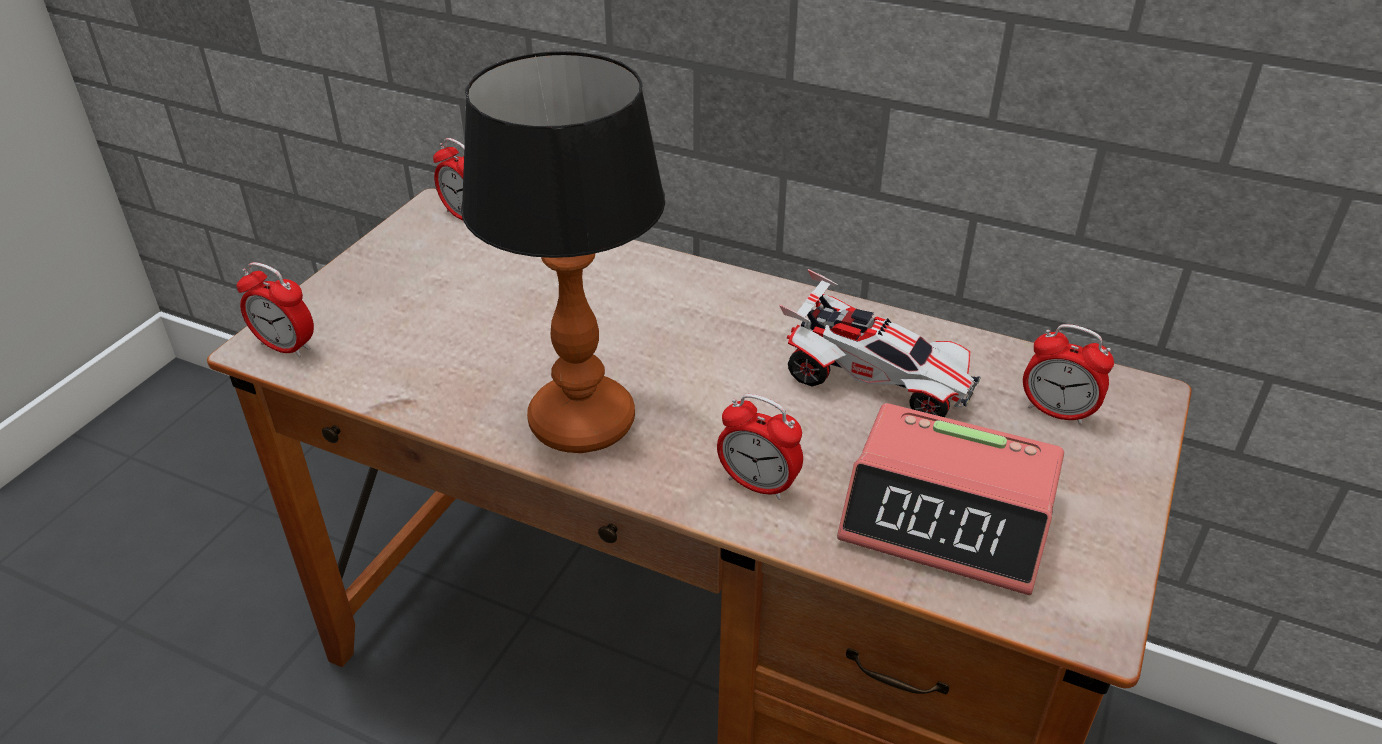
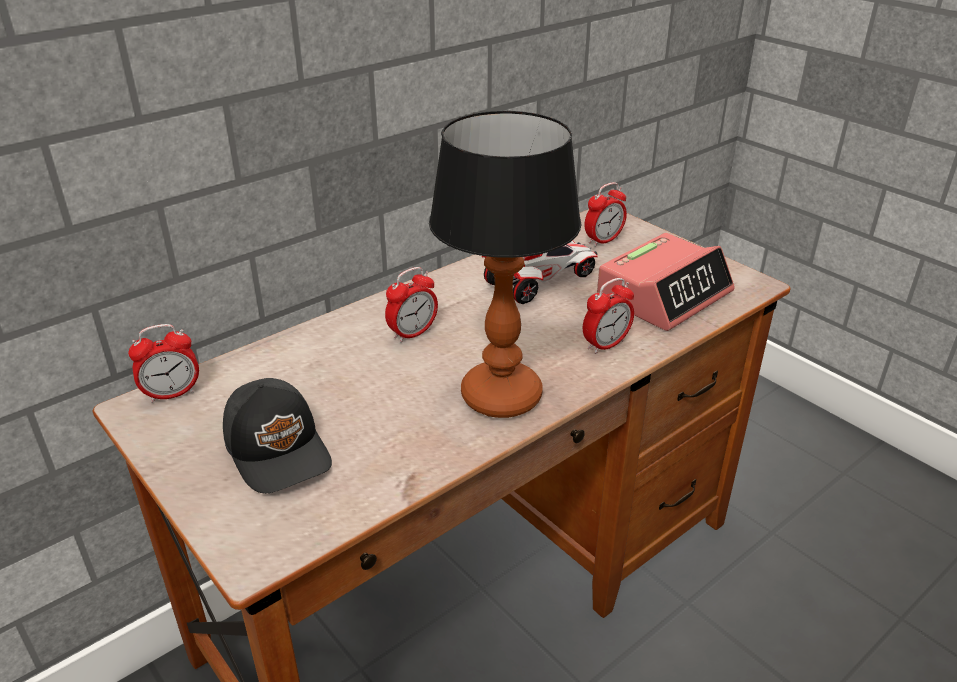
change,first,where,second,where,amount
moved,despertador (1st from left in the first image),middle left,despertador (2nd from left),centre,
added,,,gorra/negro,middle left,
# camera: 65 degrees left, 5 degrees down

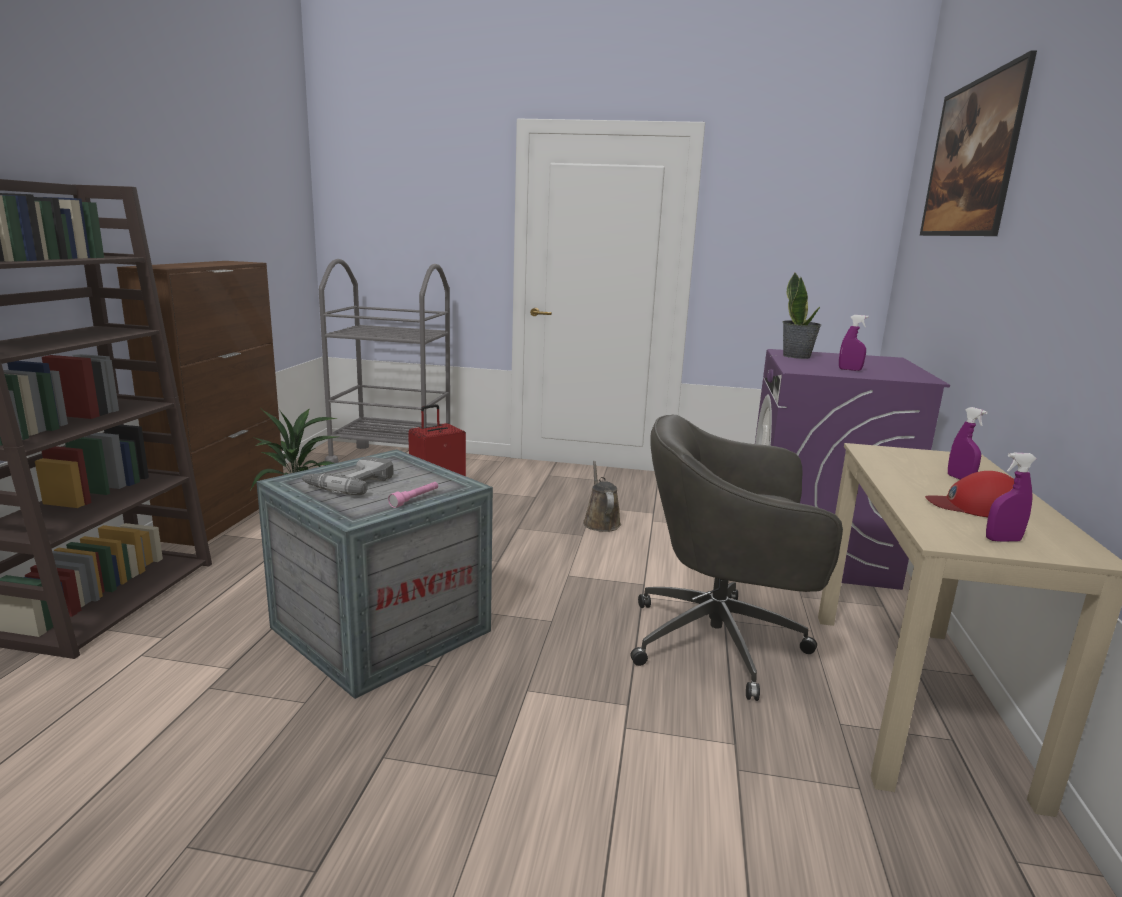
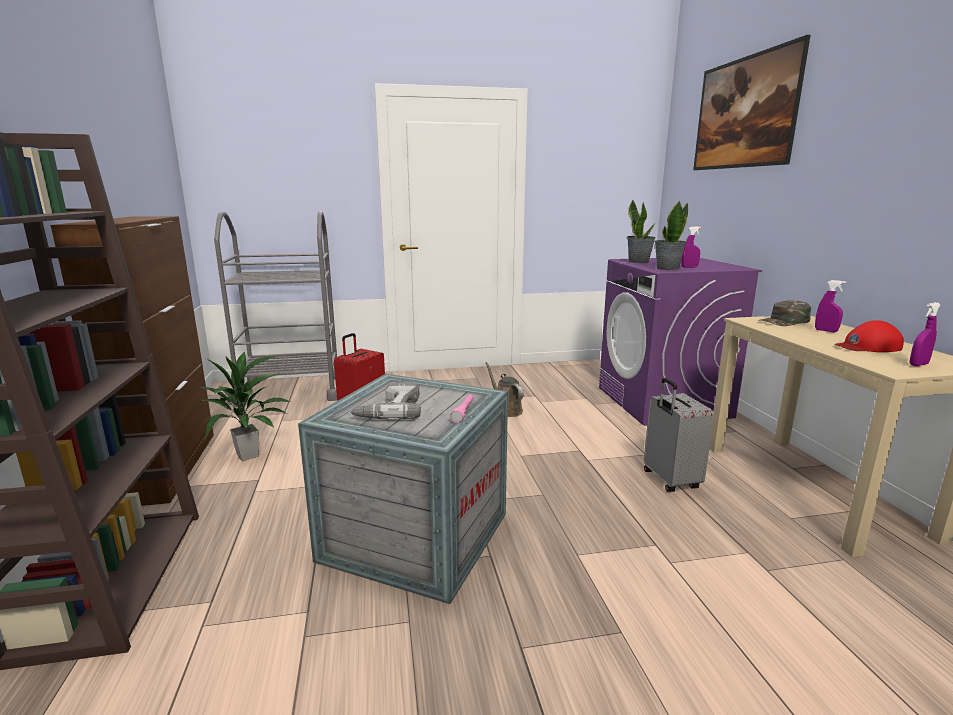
change,first,where,second,where,amount
replaced,silla de oficina/gris,centre,maleta/gris,middle right,
added,,,planta en maceta (3rd from left),top right,
added,,,gorra/verde,middle right,
# camera: 20 degrees left, 0 degrees up

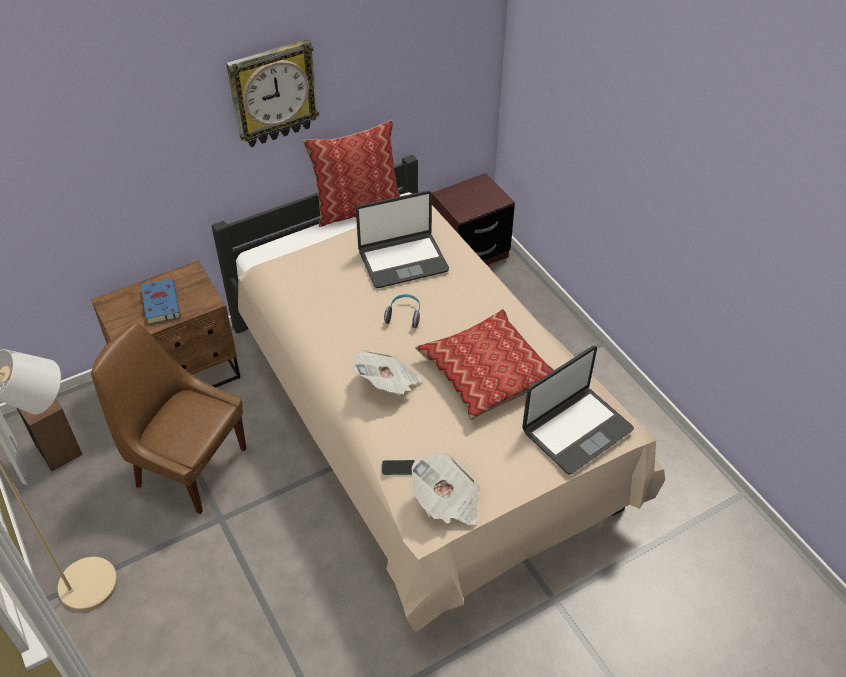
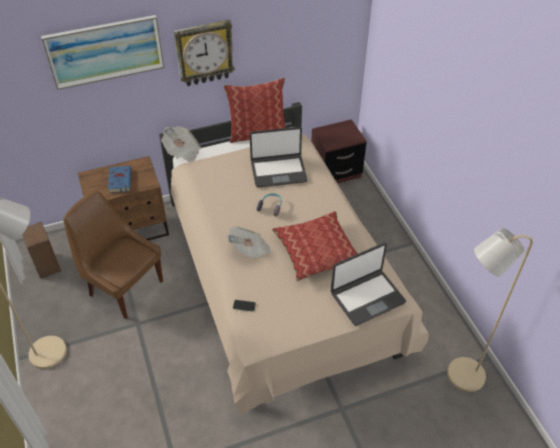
change,first,where,second,where,amount
moved,periódico (2nd from left in the first image),bottom centre,periódico (1st from left),top left,
added,,,cuadro,top left,
added,,,lámpara de pie/beis (2nd from left),bottom right,
# camera: 10 degrees right, 0 degrees up

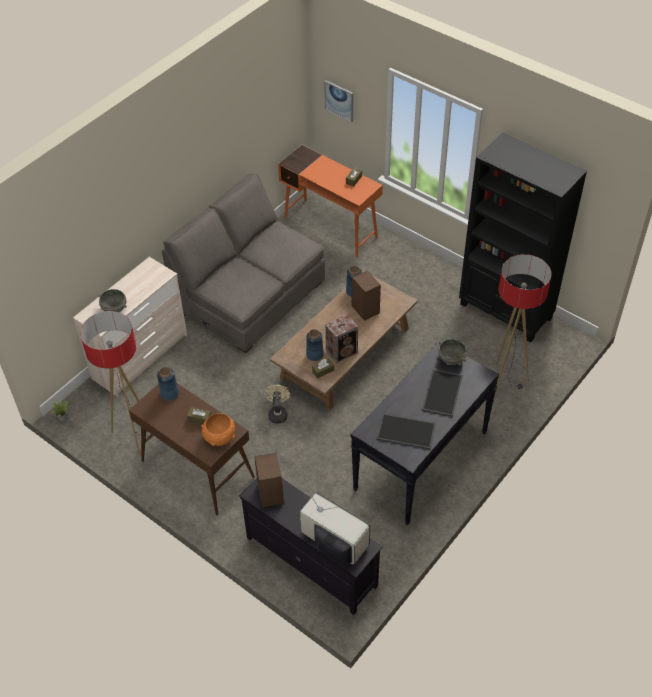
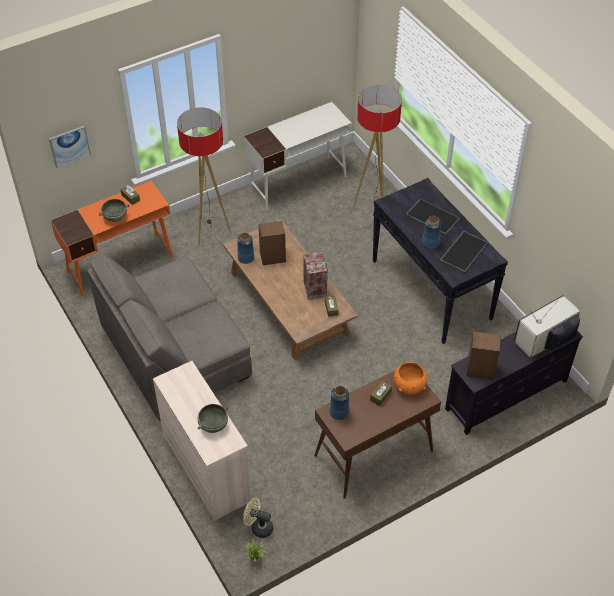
change,first,where,second,where,amount
moved,lámpara de pie (1st from left),middle left,,top left,
moved,ventilador/beis,centre,,bottom centre,
moved,florero/azul (2nd from left in the first image),centre,florero/azul (3rd from left),middle right,
moved,cuenco/gris (2nd from left in the first image),middle right,cuenco/gris (1st from left),middle left,
replaced,estantería/negro,middle right,escritorio/blanco,top centre,
# camera: 70 degrees left, 0 degrees up

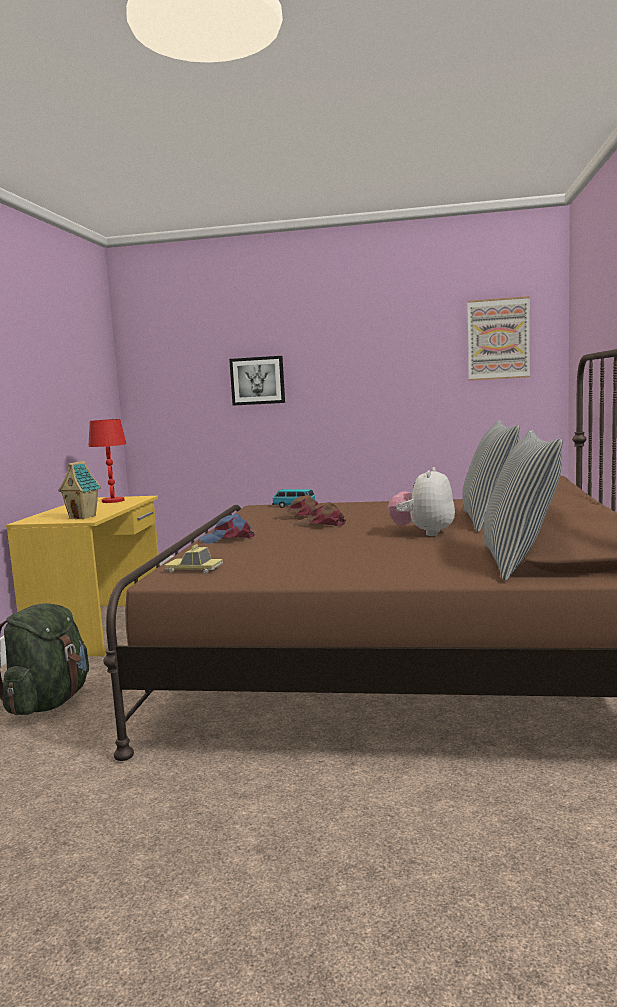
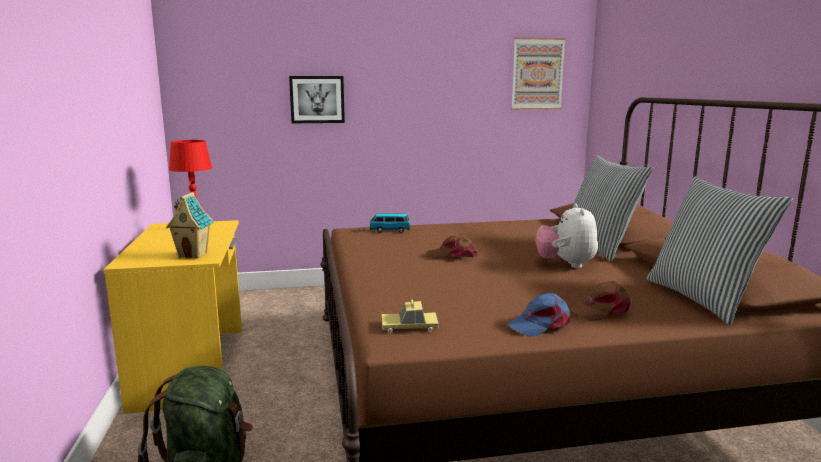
change,first,where,second,where,amount
moved,gorra/azul,centre,,bottom centre,
moved,gorra/marrón (1st from left in the first image),centre,gorra/marrón (2nd from left),middle right,
# camera: 20 degrees left, 5 degrees up

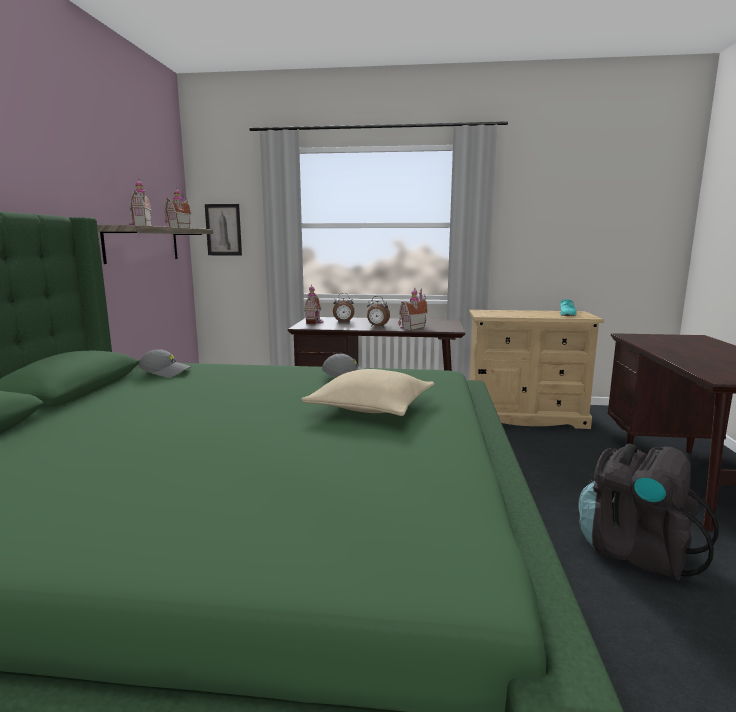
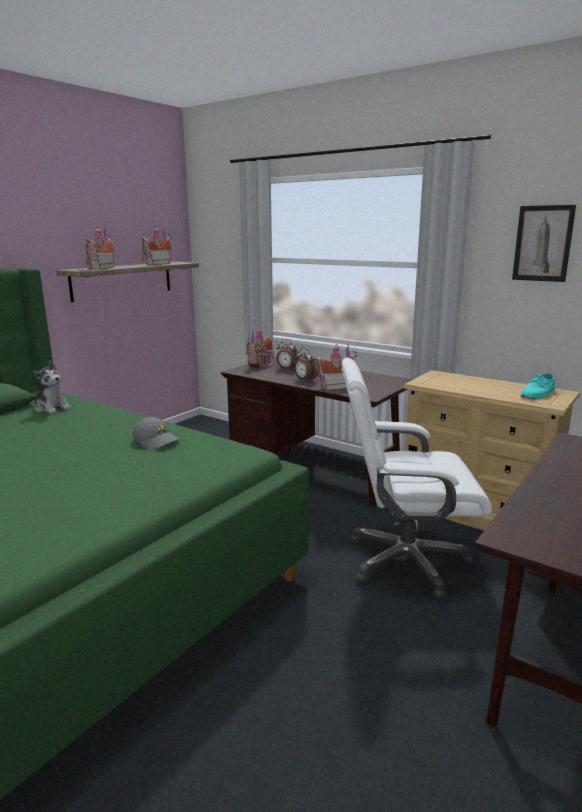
change,first,where,second,where,amount
replaced,gorra/gris (1st from left),middle left,peluche,middle left,
moved,cuadro,top left,,top right,
removed,cojín/beis,centre,,,
removed,mochila/negro,bottom right,,,
added,,,silla de oficina/blanco,middle right,
# camera: 30 degrees right, 5 degrees up

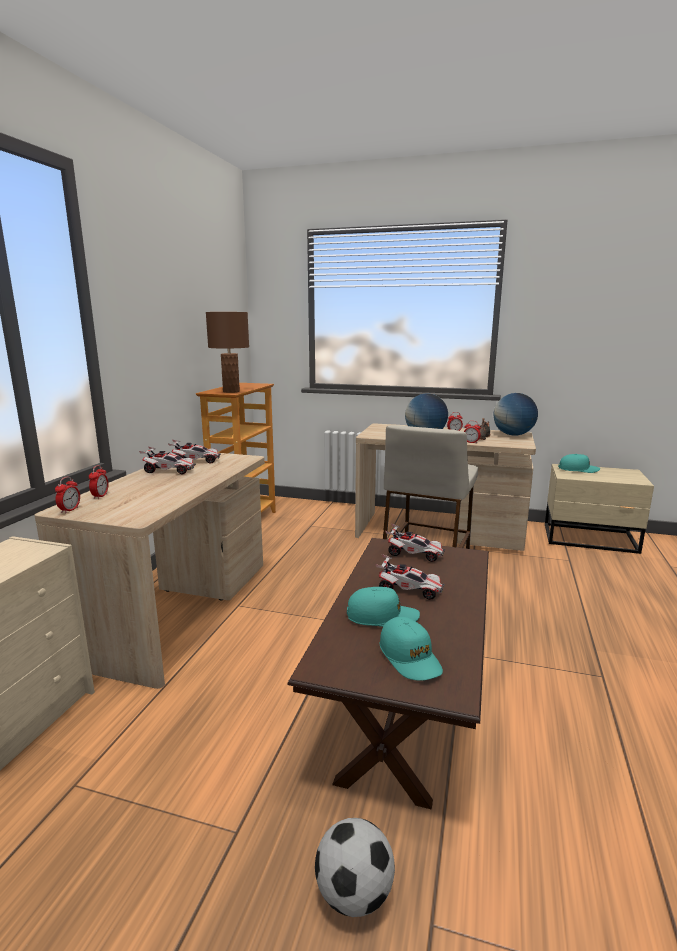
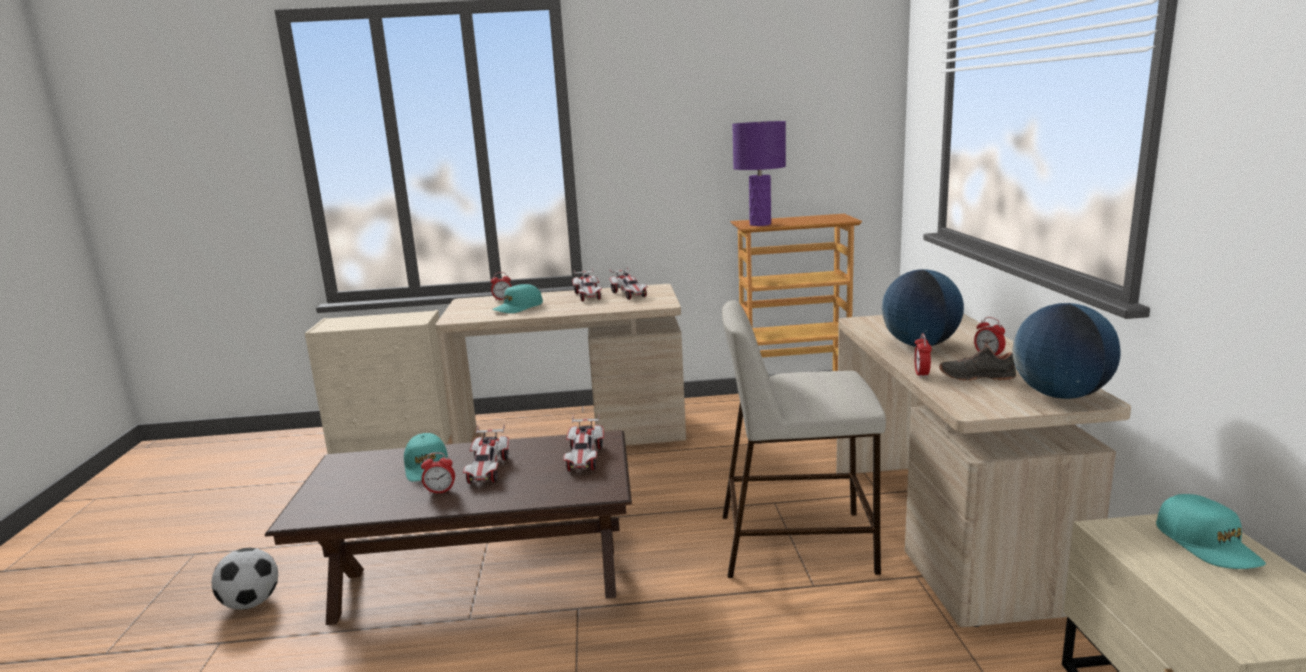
change,first,where,second,where,amount
moved,despertador (1st from left),middle left,,bottom centre,
recoloured,lámpara de mesa/marrón,centre,lámpara de mesa/morado,top centre,
moved,gorra/turquesa (2nd from left),bottom centre,,centre,
# camera: 70 degrees right, 0 degrees up

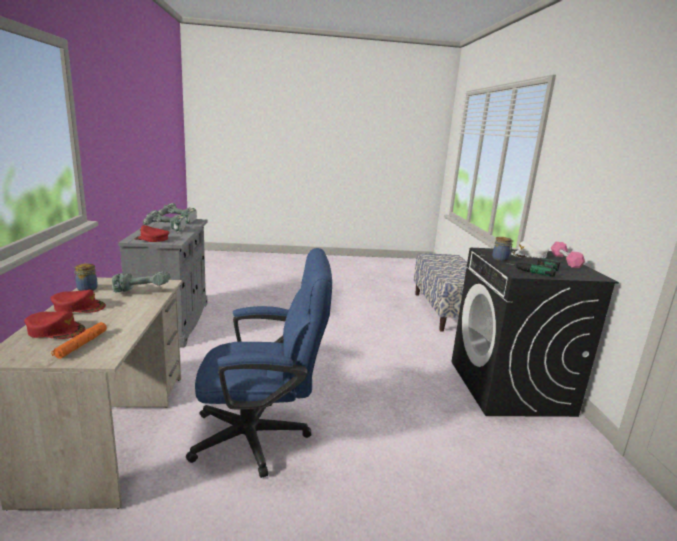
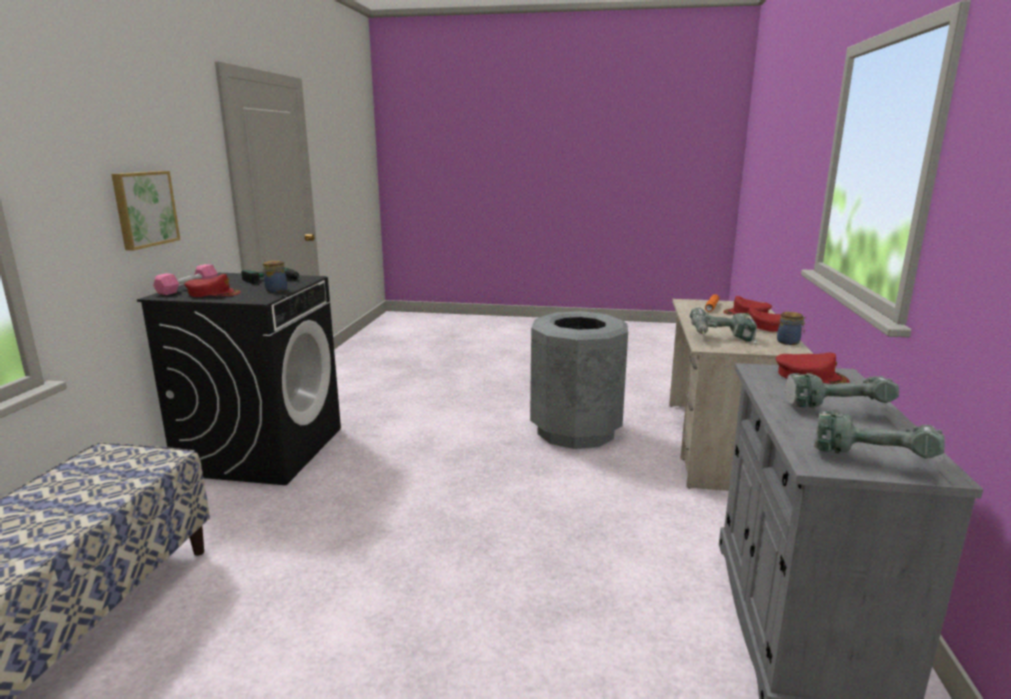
change,first,where,second,where,amount
replaced,silla de oficina/azul,bottom centre,papelera/gris,centre,
recoloured,gorra/blanco,middle right,gorra/rojo (1st from left),middle left,
added,,,cuadro,top left,
# camera: 165 degrees left, 0 degrees up

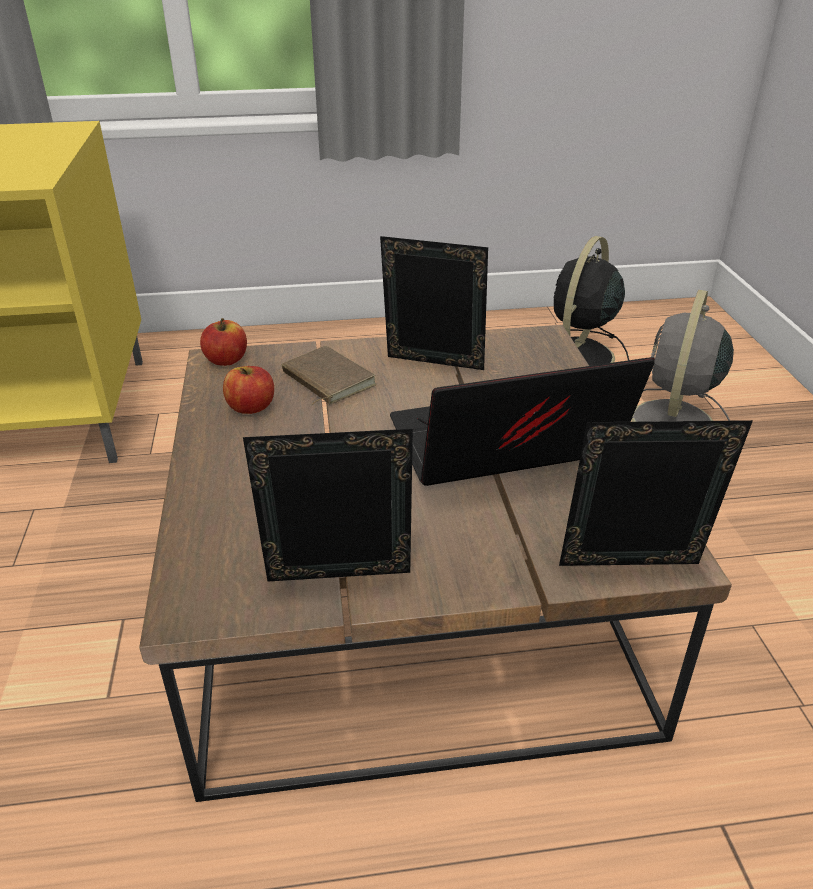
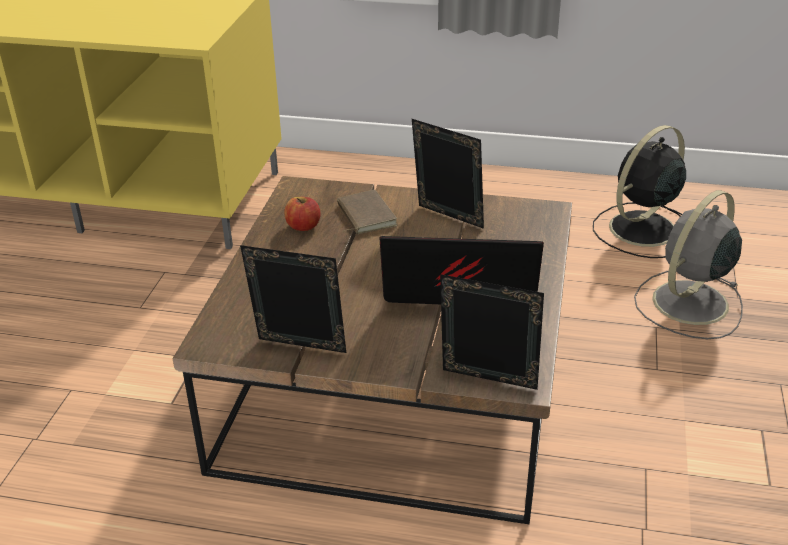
change,first,where,second,where,amount
removed,manzana (1st from left),middle left,,,
# camera: 20 degrees right, 0 degrees up

